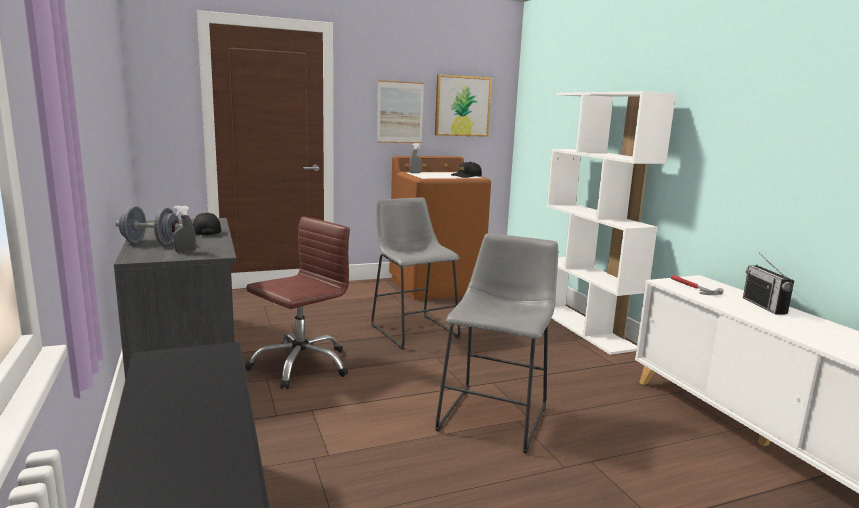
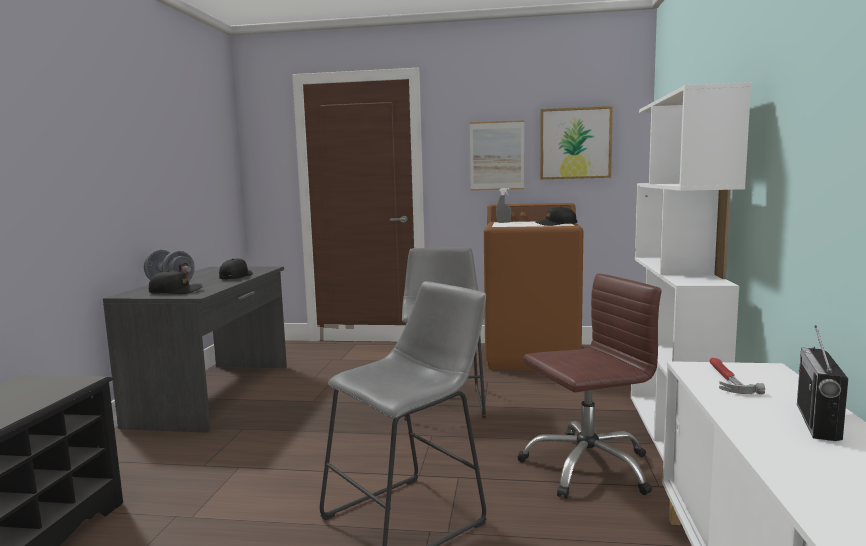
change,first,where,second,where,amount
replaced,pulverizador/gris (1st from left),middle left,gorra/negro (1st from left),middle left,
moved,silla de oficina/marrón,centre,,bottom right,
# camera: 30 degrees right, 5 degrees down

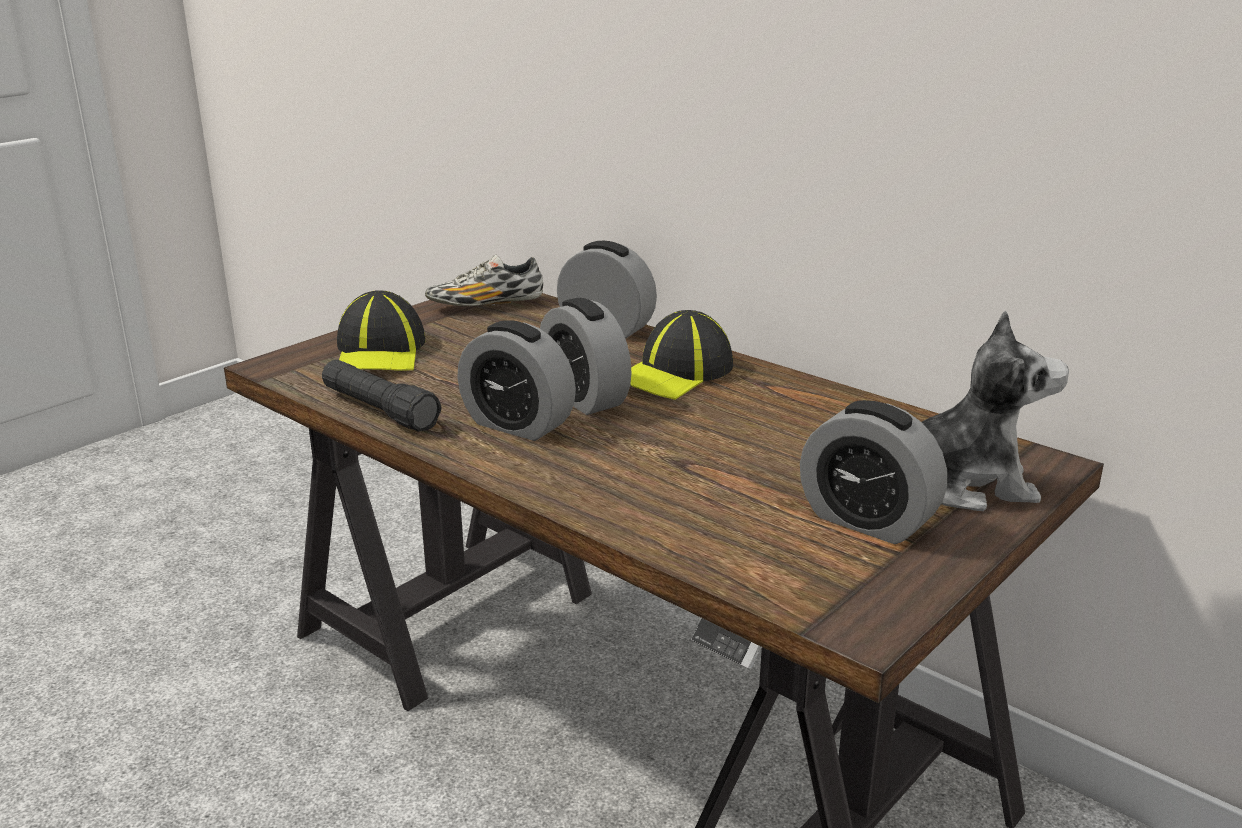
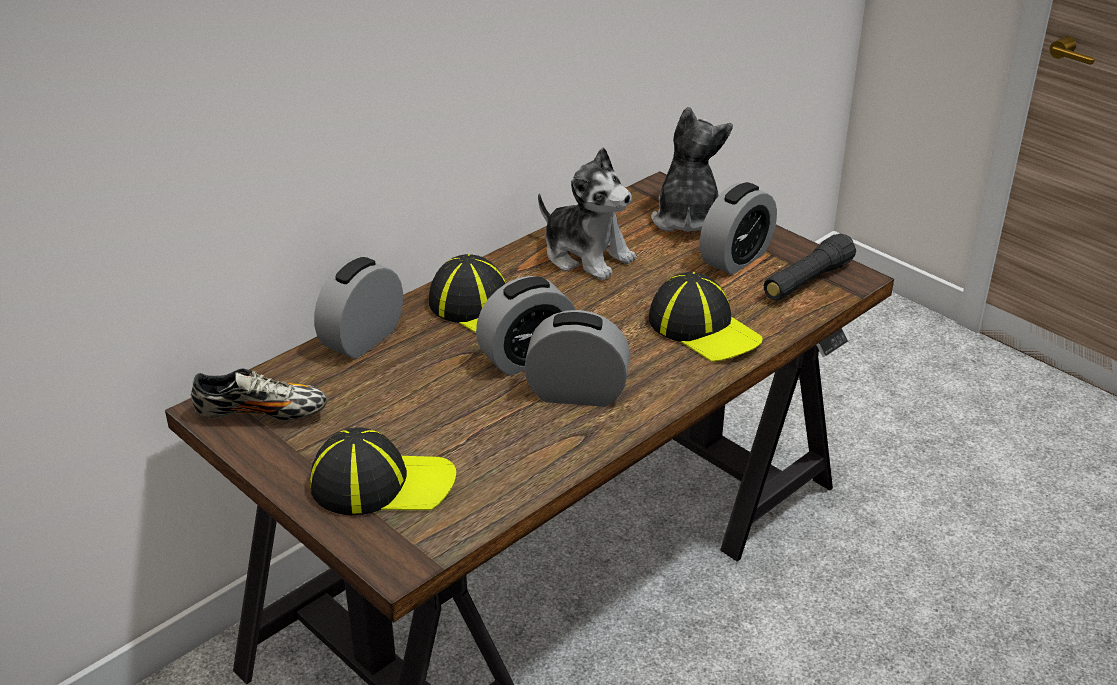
change,first,where,second,where,amount
moved,linterna/negro,middle left,,middle right,
turned,zapato,centre,,middle left,75 degrees counterclockwise
turned,despertador (1st from left in the first image),centre,despertador (3rd from left),centre,120 degrees counterclockwise
added,,,peluche (1st from left),top centre,
added,,,gorra (3rd from left),centre,
# camera: 85 degrees left, 10 degrees up

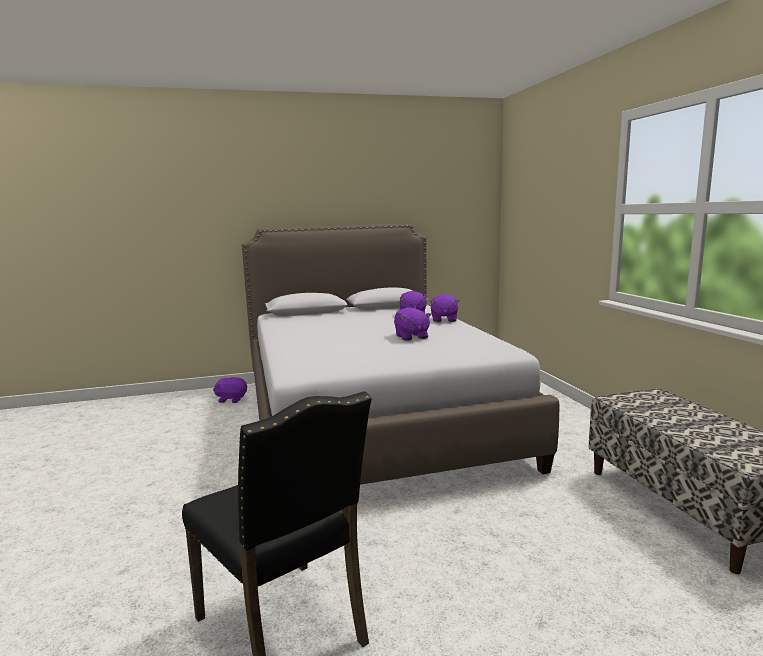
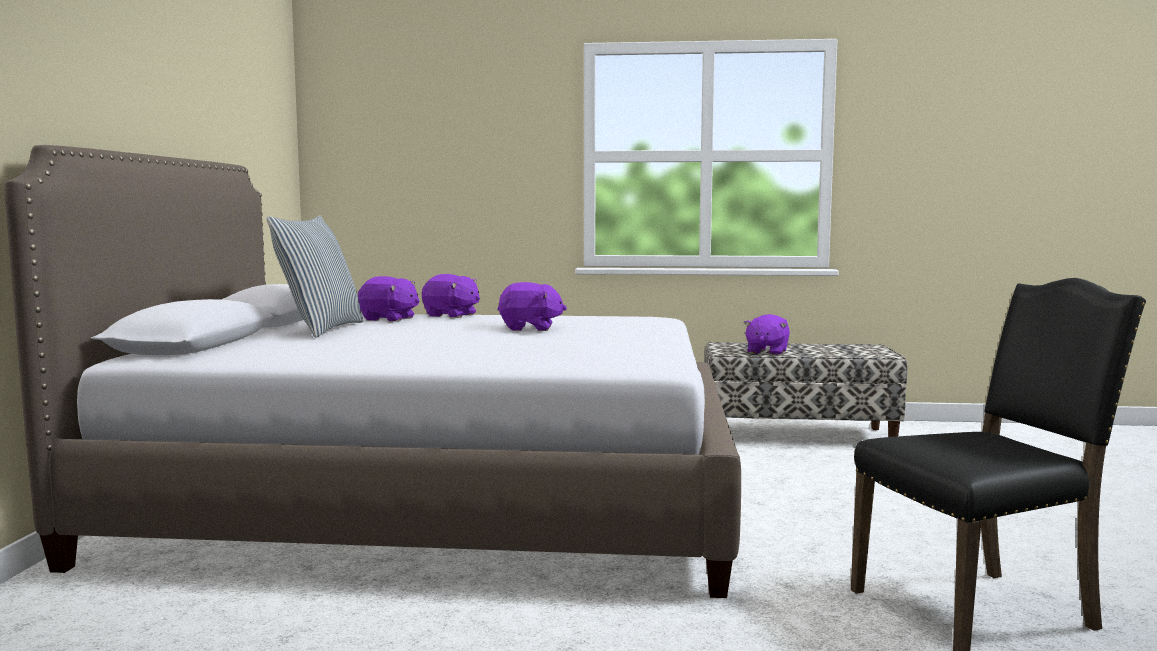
change,first,where,second,where,amount
moved,peluche/morado (1st from left in the first image),middle left,peluche/morado (4th from left),centre,
added,,,cojín,middle left,
# camera: 70 degrees left, 5 degrees down

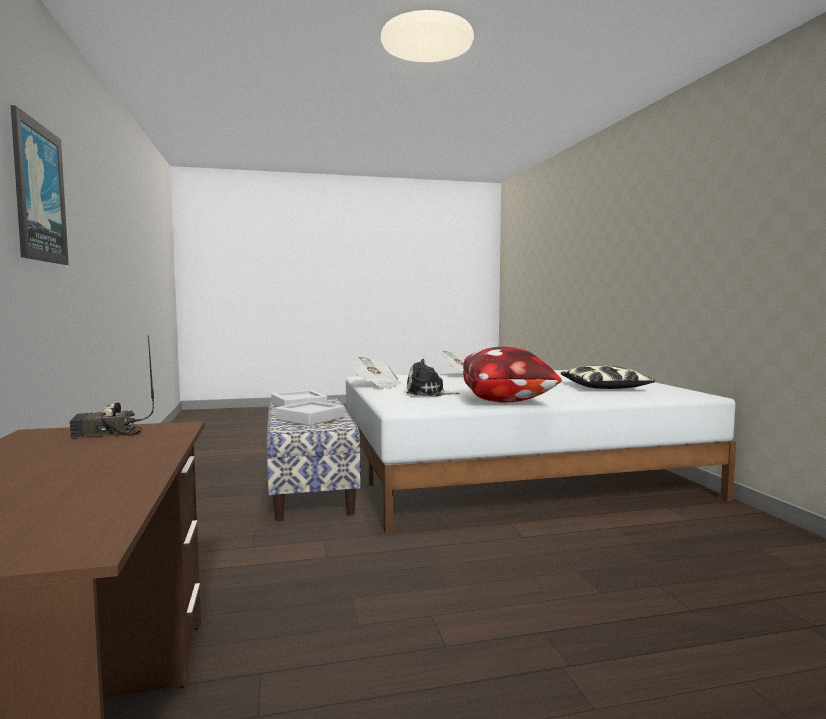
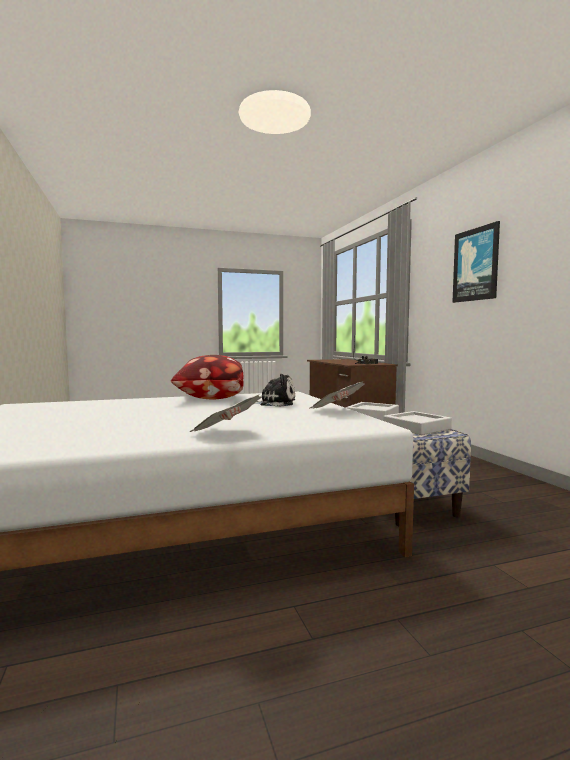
change,first,where,second,where,amount
removed,cojín (2nd from left),middle right,,,
# camera: 175 degrees right, 0 degrees up

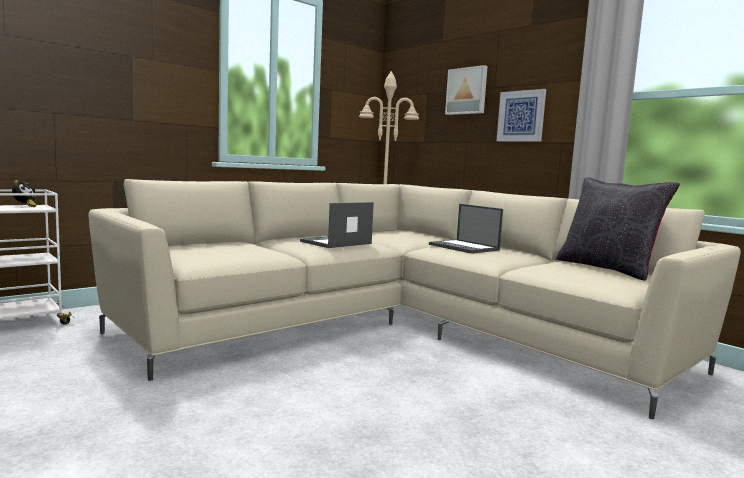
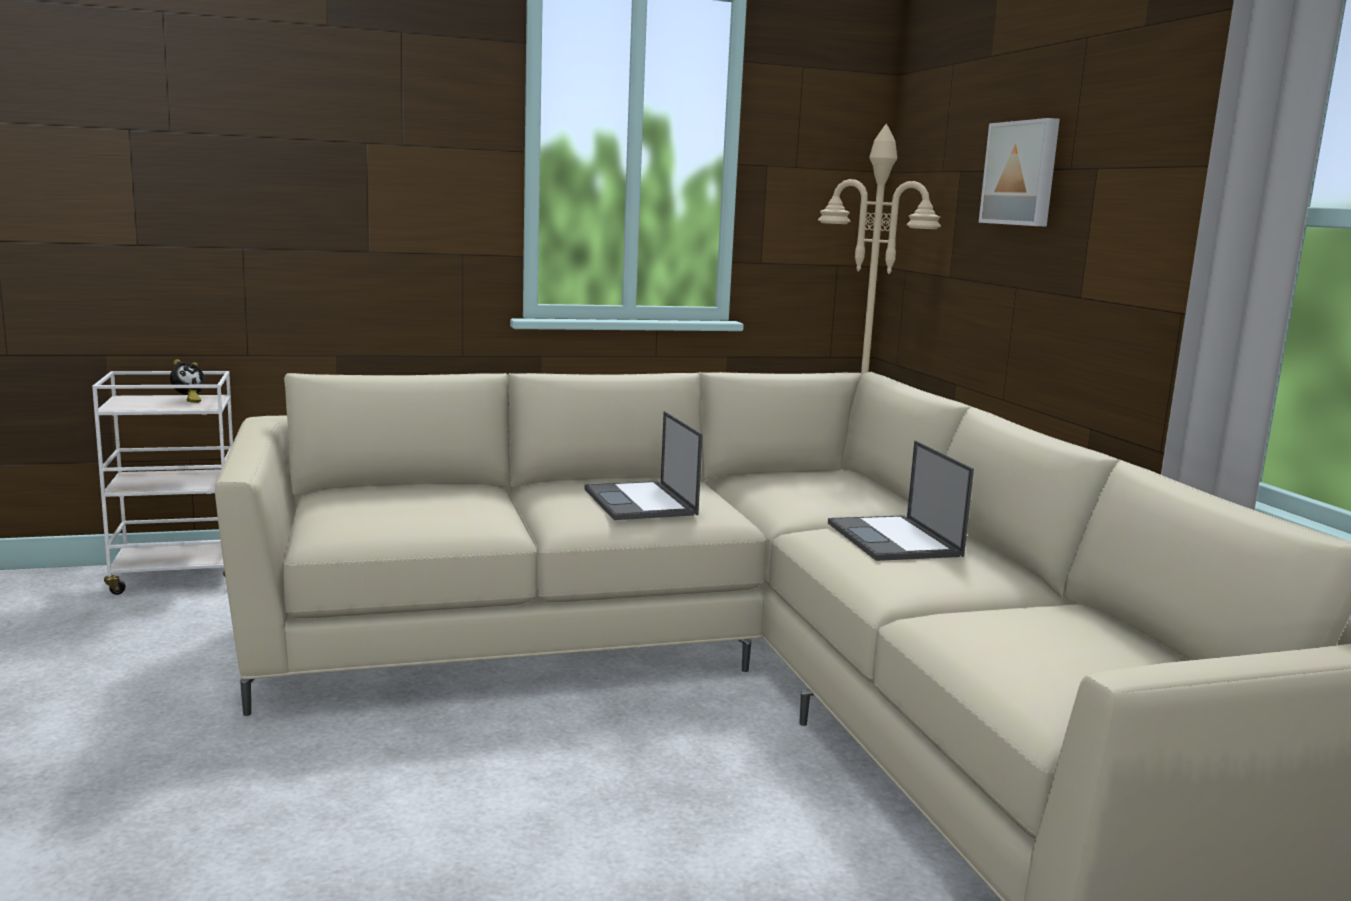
change,first,where,second,where,amount
turned,portátil (1st from left),centre,,centre,90 degrees counterclockwise
removed,cuadro (2nd from left),top right,,,
removed,cojín/negro,middle right,,,
# camera: 25 degrees right, 5 degrees up

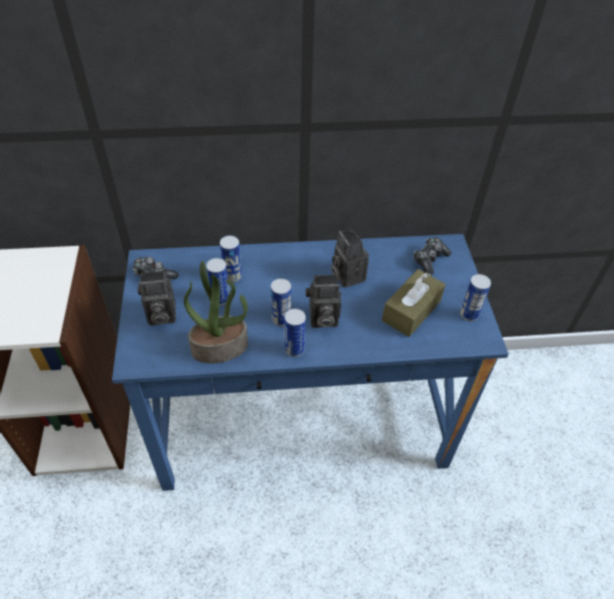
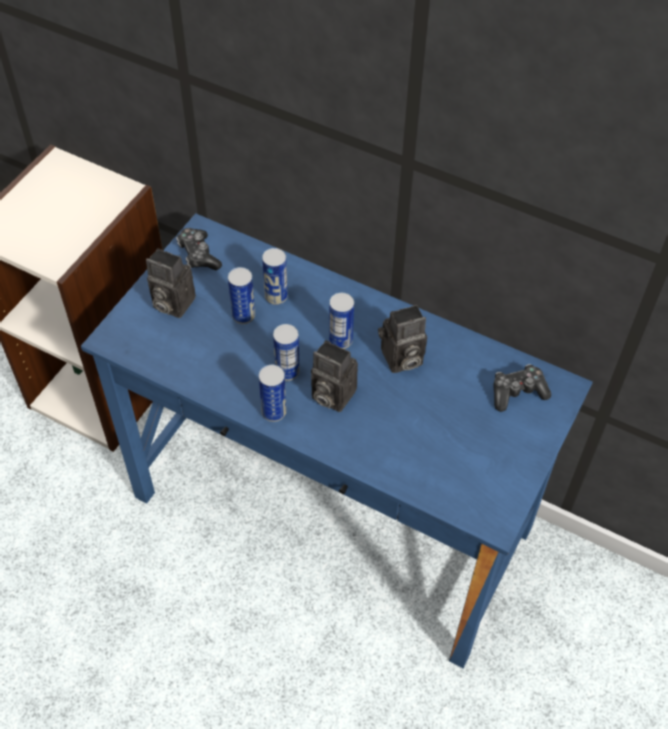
change,first,where,second,where,amount
removed,planta en maceta,centre,,,
turned,cámara (3rd from left),centre,,centre,120 degrees counterclockwise
removed,caja de pañuelos/marrón,middle right,,,
moved,lata (5th from left),middle right,,centre,
# camera: 35 degrees right, 5 degrees up

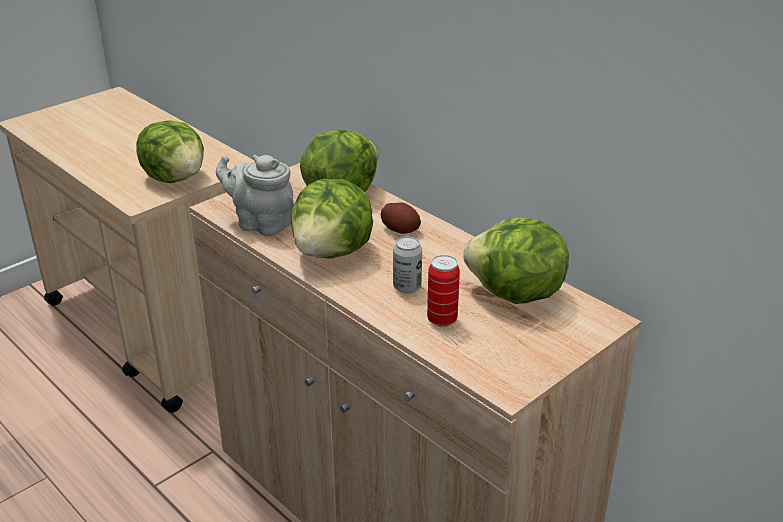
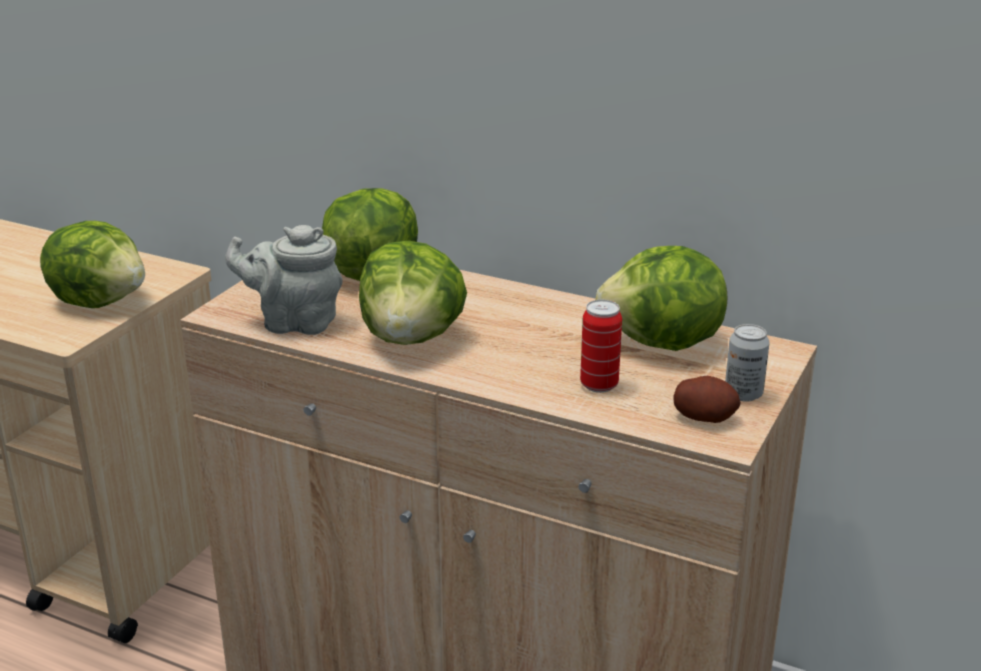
change,first,where,second,where,amount
moved,patata,centre,,middle right,
moved,lata (1st from left in the first image),centre,lata (2nd from left),middle right,
# camera: 20 degrees left, 5 degrees down

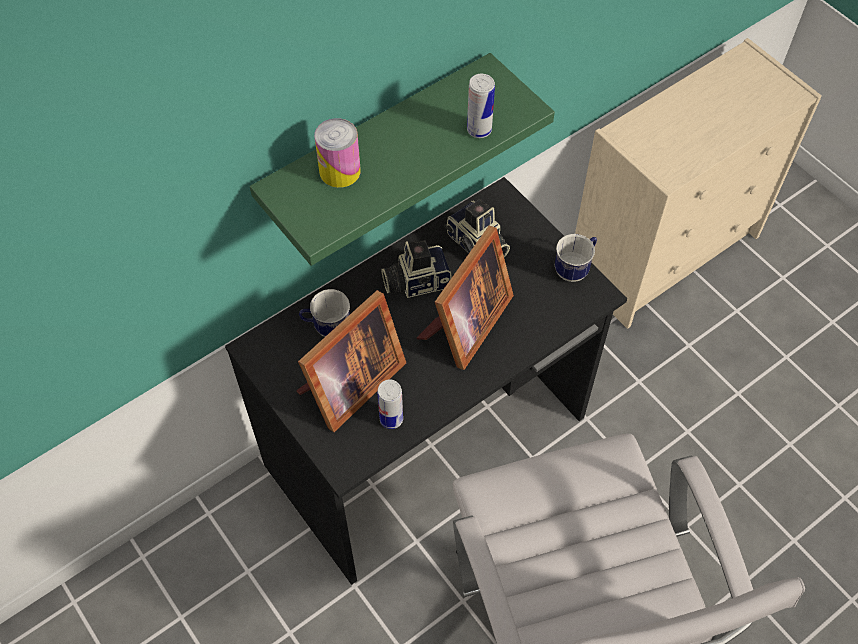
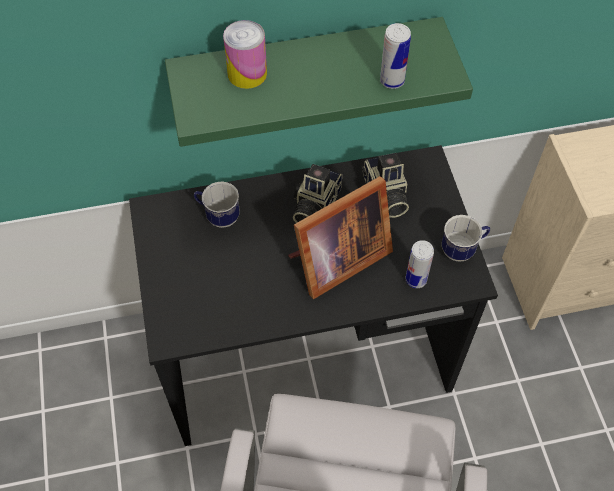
change,first,where,second,where,amount
removed,portarretratos (1st from left),centre,,,
moved,lata (2nd from left in the first image),centre,lata (3rd from left),middle right,
turned,cámara (1st from left),centre,,centre,75 degrees counterclockwise
# camera: 25 degrees right, 0 degrees up

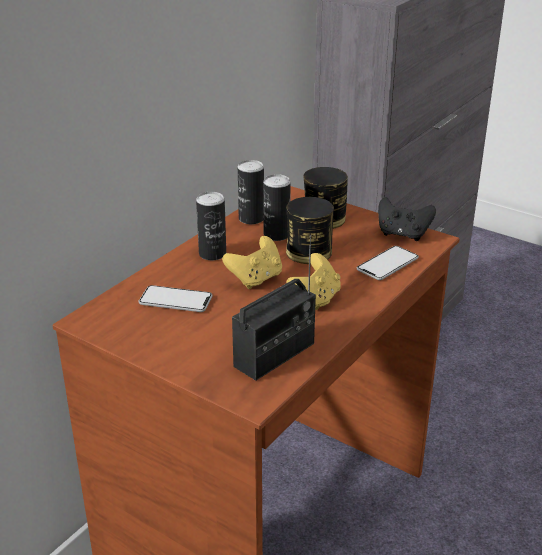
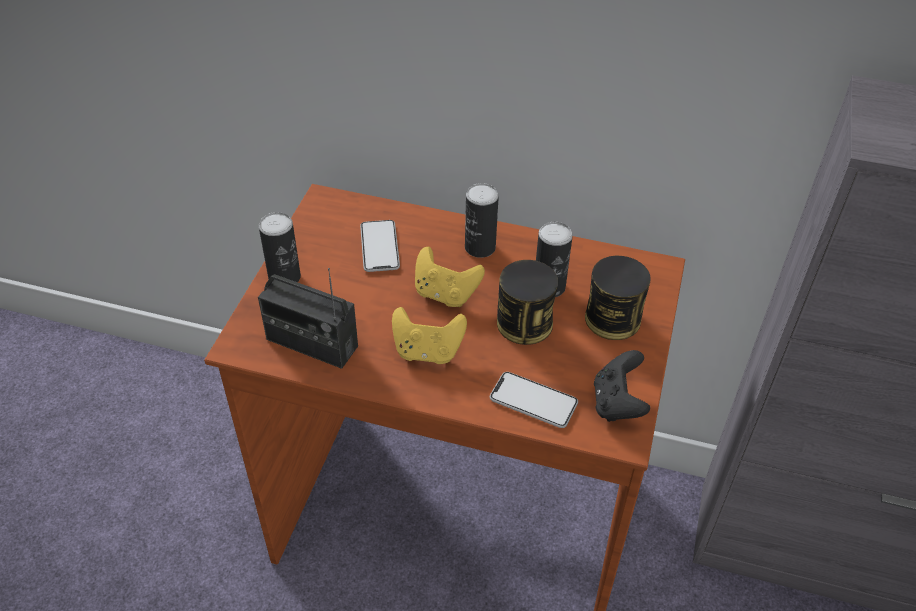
change,first,where,second,where,amount
moved,lata (2nd from left in the first image),centre,lata (1st from left),middle left,
# camera: 70 degrees right, 15 degrees up

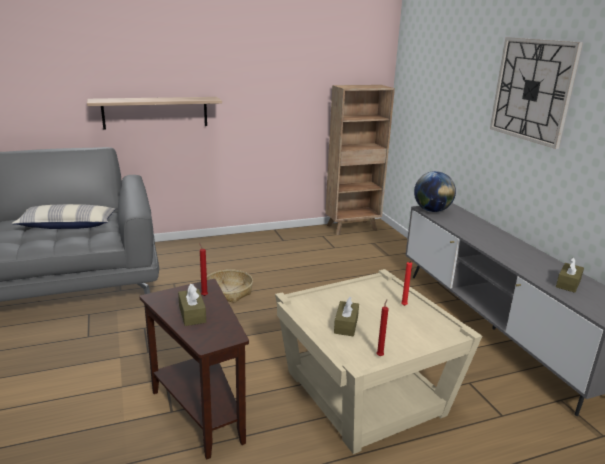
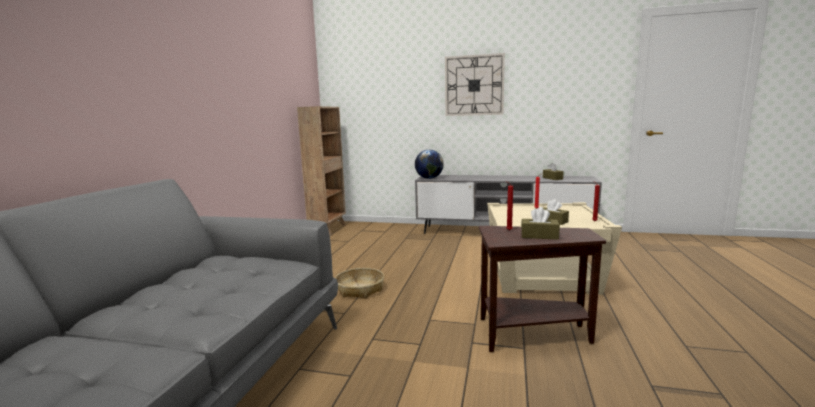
change,first,where,second,where,amount
removed,cojín,middle left,,,
removed,estante,top left,,,
# camera: 55 degrees left, 10 degrees down

